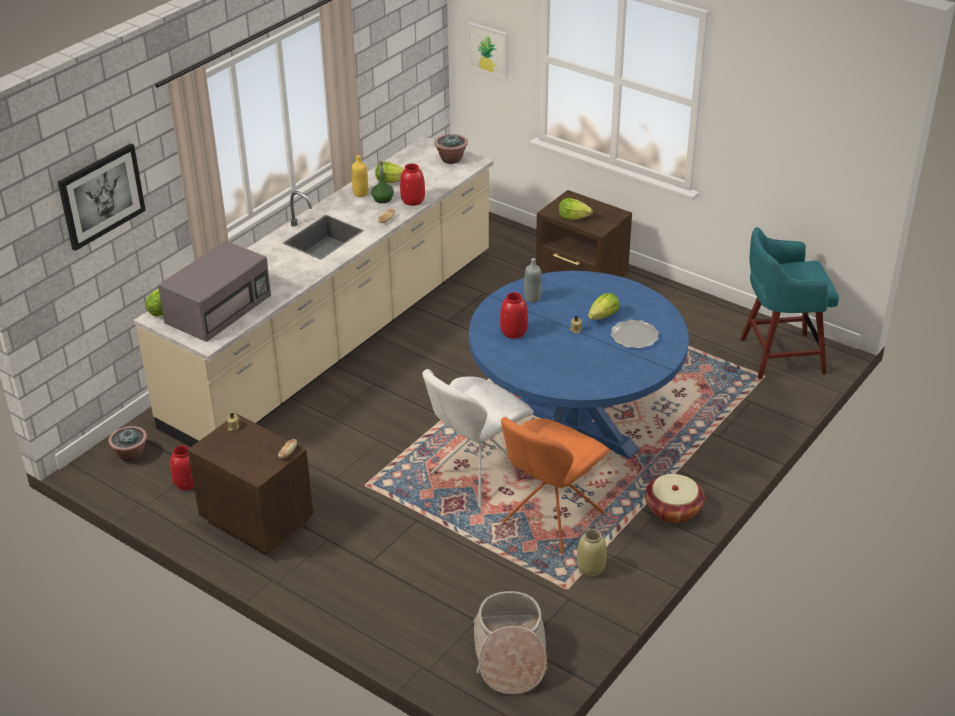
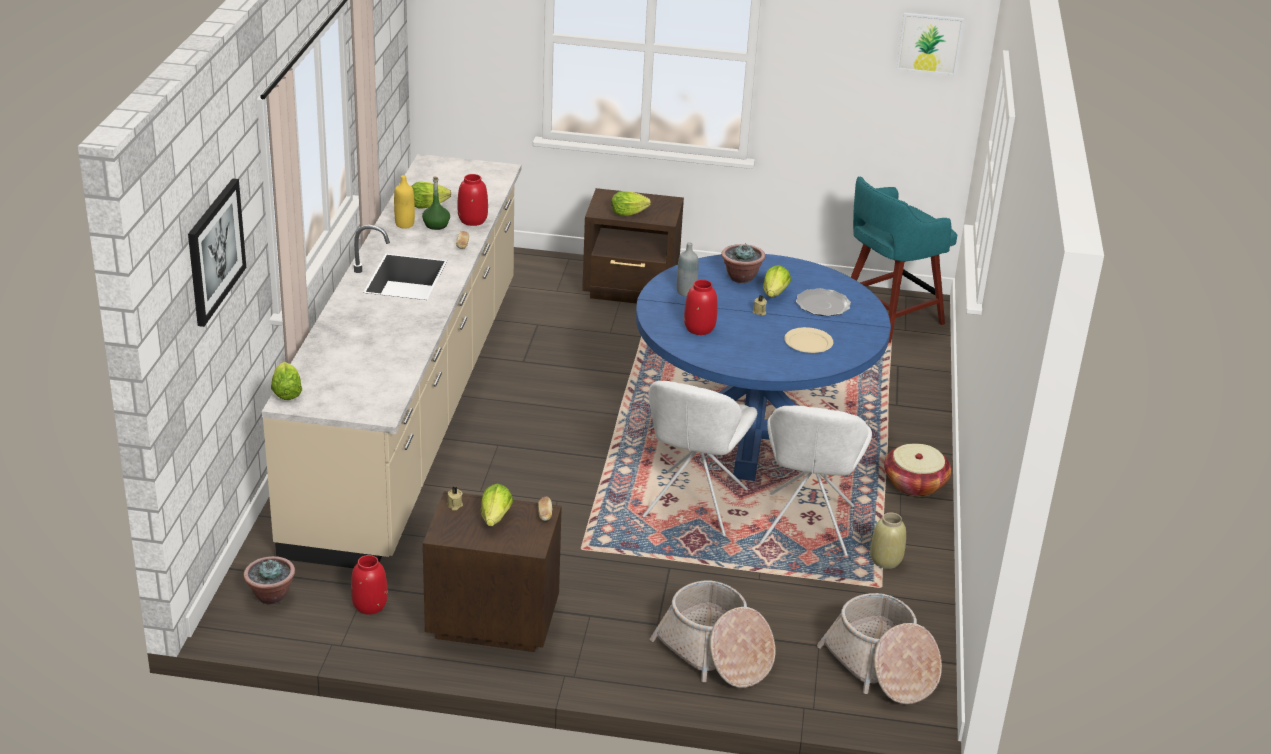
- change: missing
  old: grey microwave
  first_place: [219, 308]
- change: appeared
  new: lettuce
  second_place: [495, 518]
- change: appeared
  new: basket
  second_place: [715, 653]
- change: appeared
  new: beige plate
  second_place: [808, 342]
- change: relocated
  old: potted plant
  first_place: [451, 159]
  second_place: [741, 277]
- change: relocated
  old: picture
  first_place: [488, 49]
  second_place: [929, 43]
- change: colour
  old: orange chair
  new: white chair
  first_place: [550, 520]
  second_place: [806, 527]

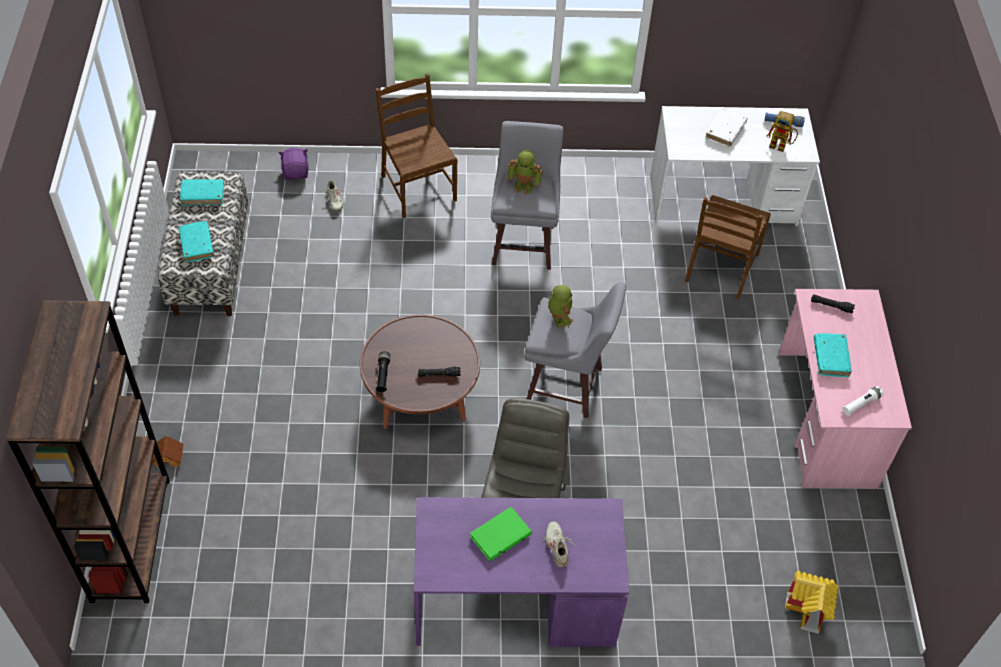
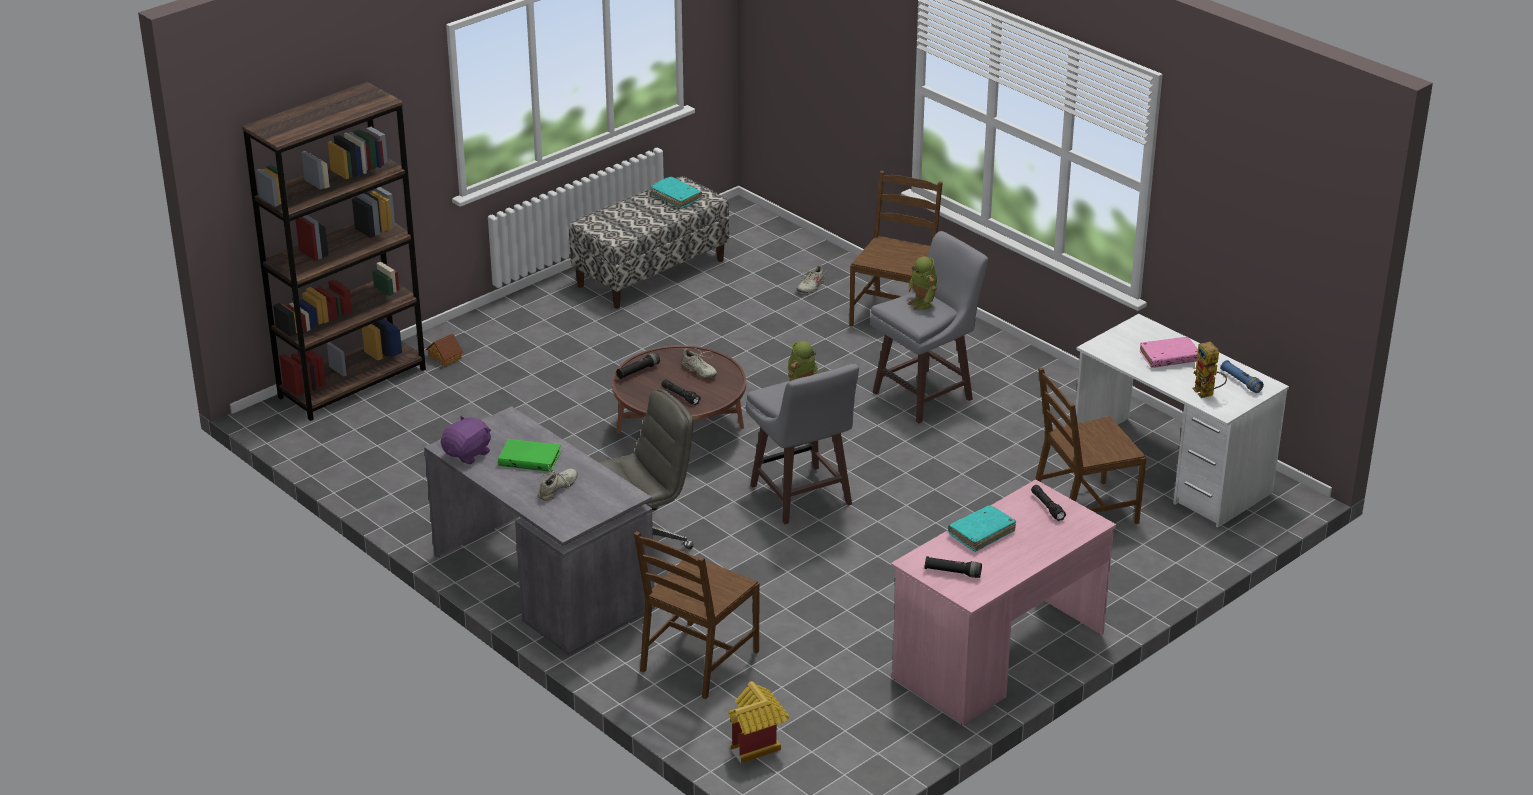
- change: missing
  old: turquoise book
  first_place: [197, 245]
- change: appeared
  new: brown chair
  second_place: [698, 661]
- change: appeared
  new: beige shoe
  second_place: [699, 371]
- change: relocated
  old: purple plush toy
  first_place: [296, 172]
  second_place: [468, 454]
- change: colour
  old: purple desk
  new: grey desk
  first_place: [514, 602]
  second_place: [540, 582]
- change: colour
  old: white book
  new: pink book
  first_place: [725, 131]
  second_place: [1169, 358]
- change: colour
  old: white flashlight
  new: black flashlight
  first_place: [861, 404]
  second_place: [952, 572]

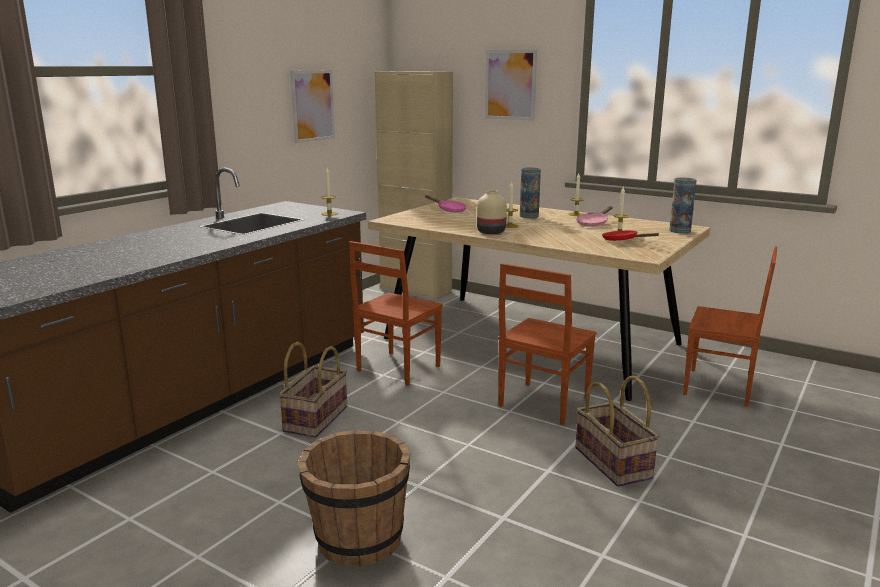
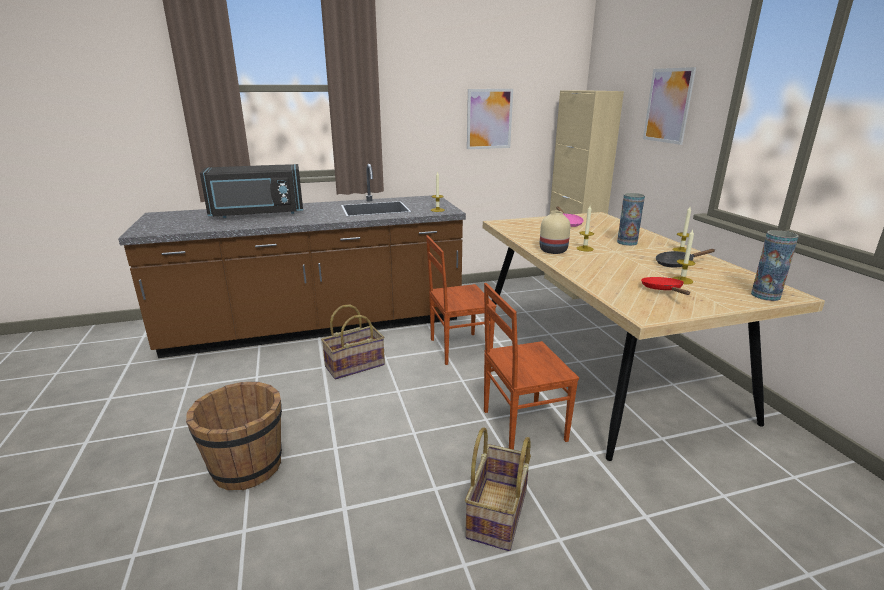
- change: missing
  old: brown chair
  first_place: [720, 388]
- change: appeared
  new: black microwave
  second_place: [257, 213]
- change: colour
  old: pink frying pan
  new: black frying pan
  first_place: [593, 223]
  second_place: [677, 264]

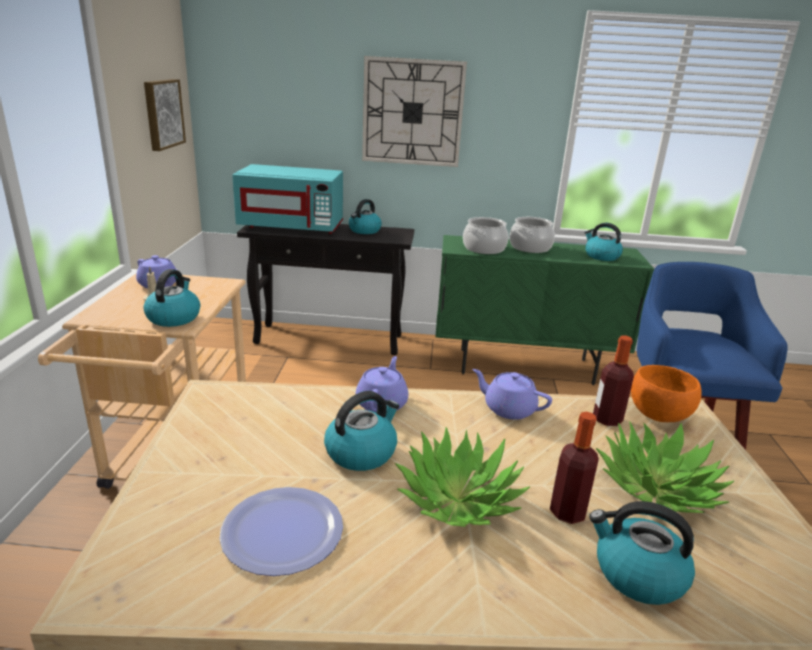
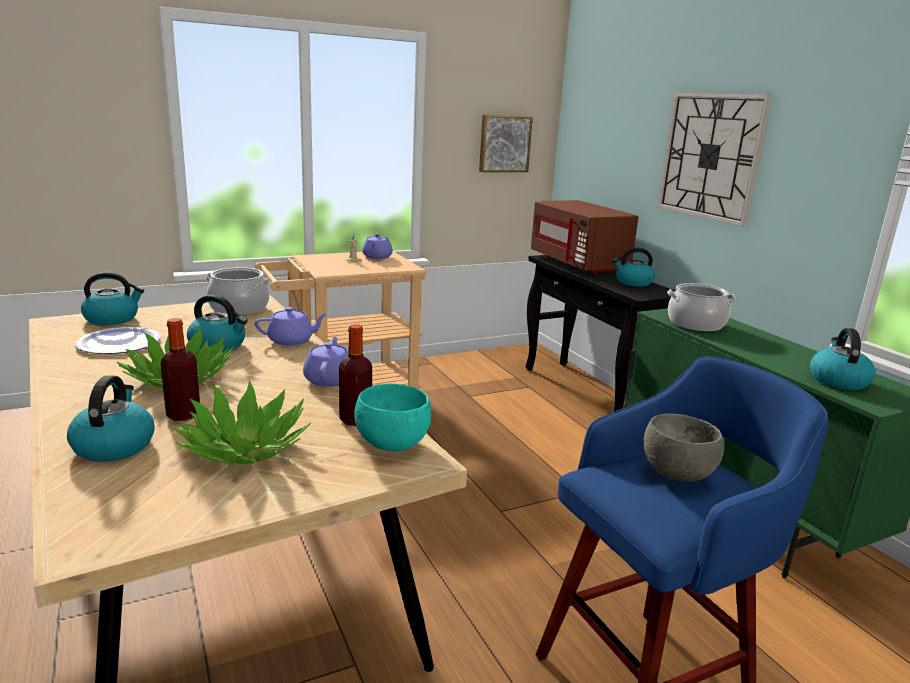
- change: appeared
  new: grey bowl
  second_place: [678, 475]
- change: relocated
  old: kettle
  first_place: [174, 317]
  second_place: [112, 319]
- change: relocated
  old: cooking pot
  first_place: [530, 248]
  second_place: [239, 309]
- change: colour
  old: turquoise microwave
  new: brown microwave
  first_place: [292, 227]
  second_place: [579, 264]
- change: colour
  old: orange bowl
  new: turquoise bowl
  first_place: [659, 416]
  second_place: [393, 445]

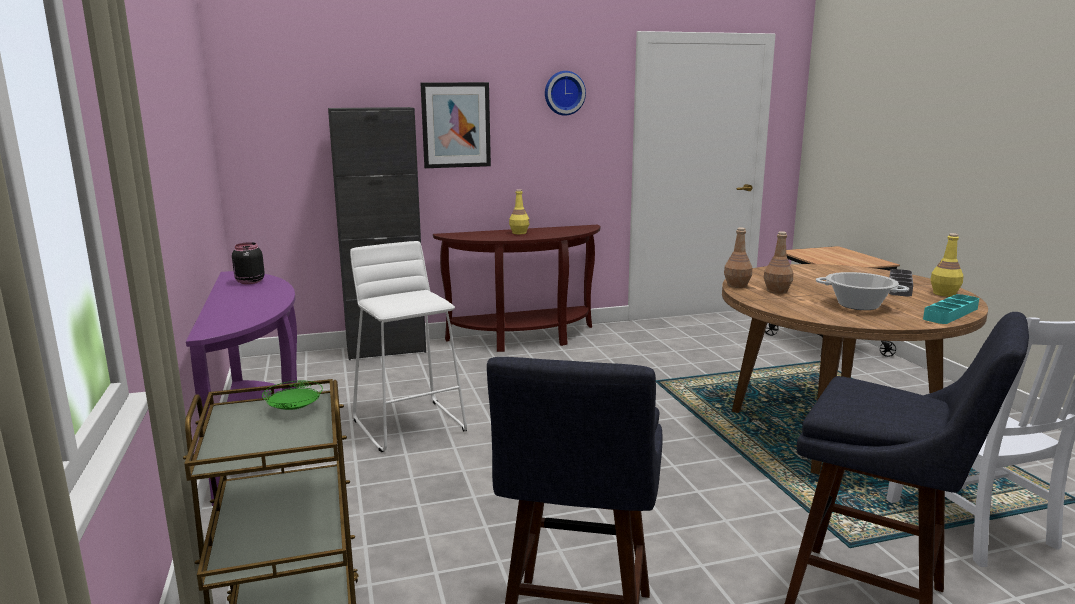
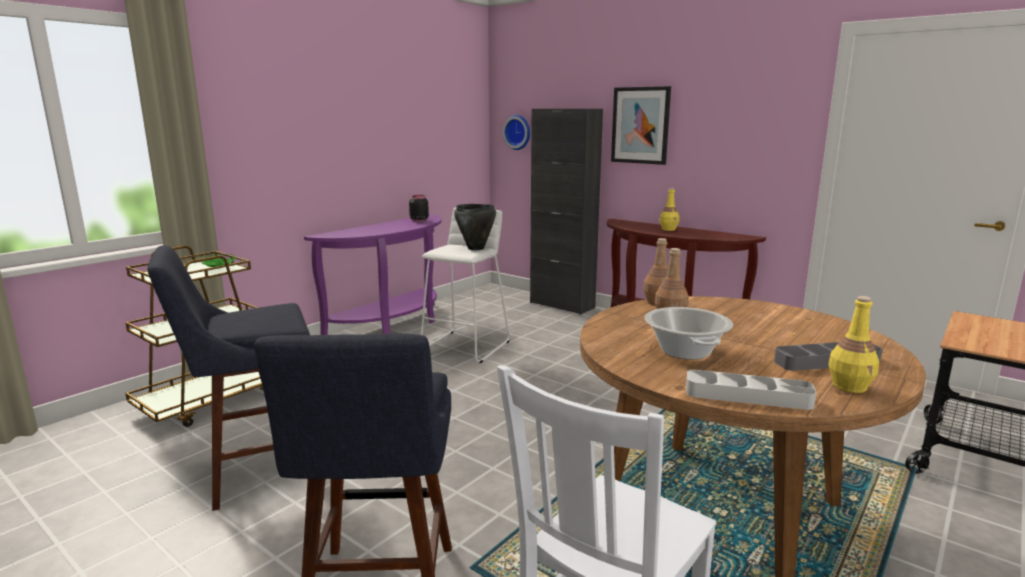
- change: appeared
  new: black cooking pot
  second_place: [476, 248]
- change: relocated
  old: wall clock
  first_place: [564, 93]
  second_place: [518, 132]
- change: colour
  old: turquoise tray
  new: grey tray
  first_place: [950, 313]
  second_place: [747, 396]

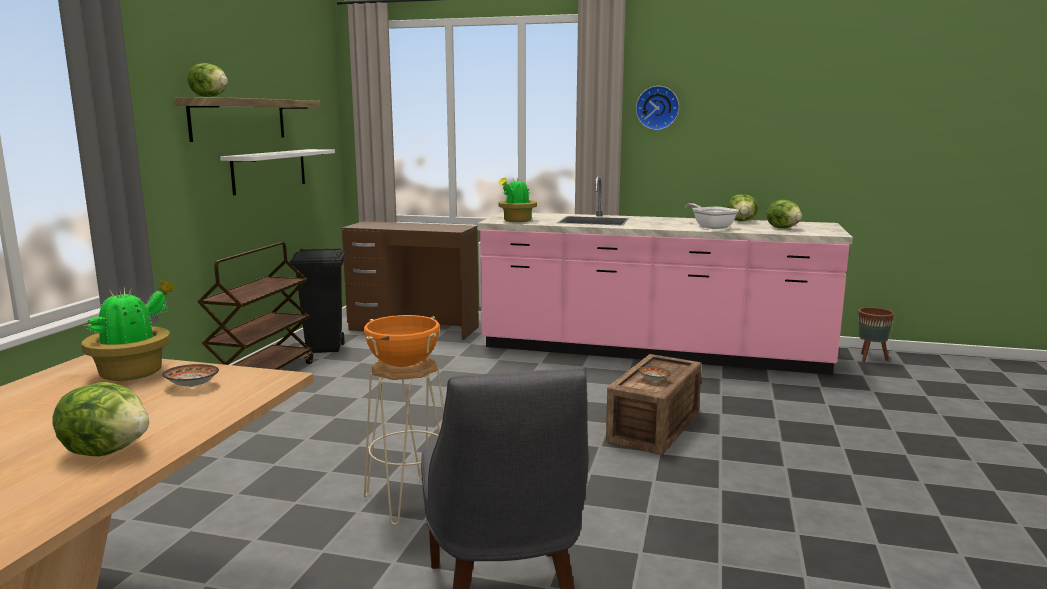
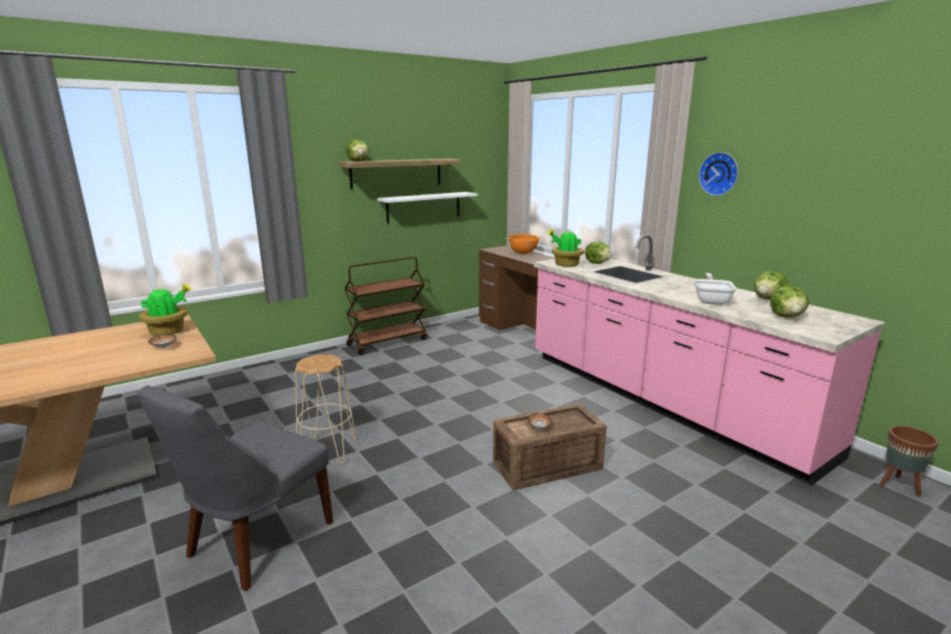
- change: missing
  old: black trash can
  first_place: [325, 348]
- change: relocated
  old: lettuce
  first_place: [108, 450]
  second_place: [597, 263]
- change: relocated
  old: orange cooking pot
  first_place: [403, 364]
  second_place: [523, 253]

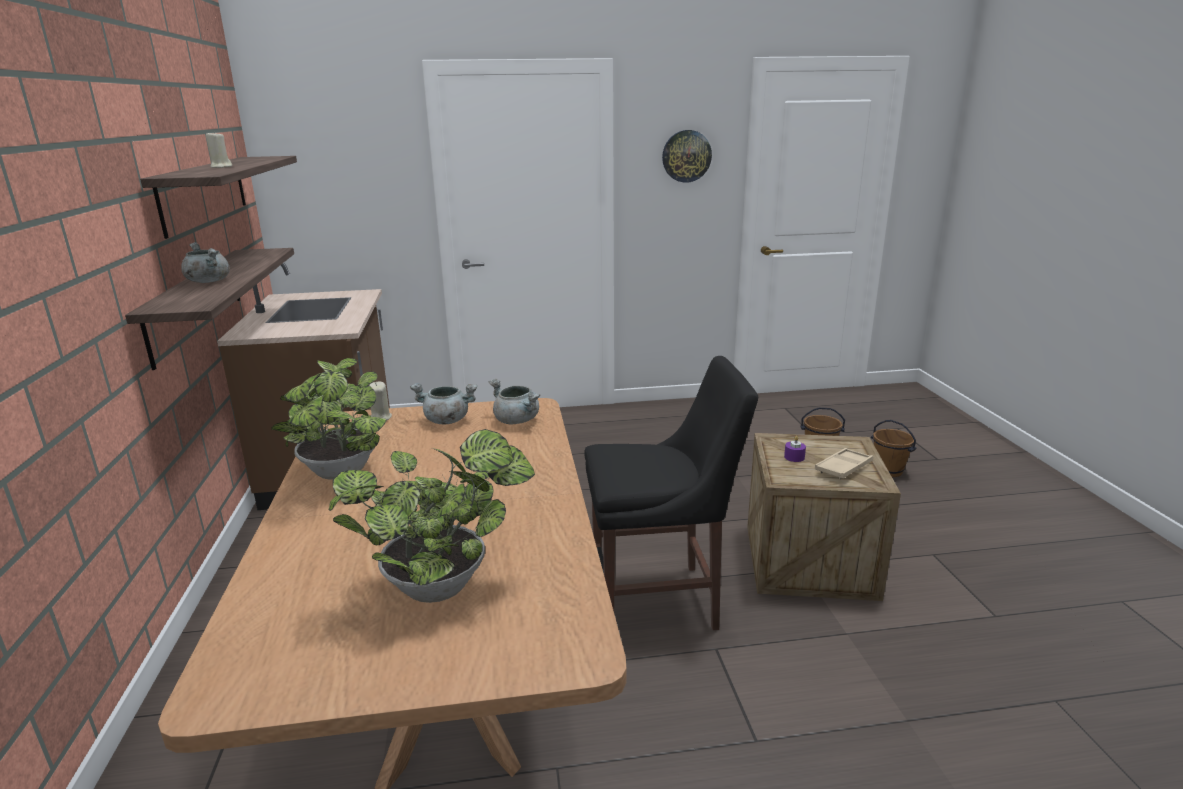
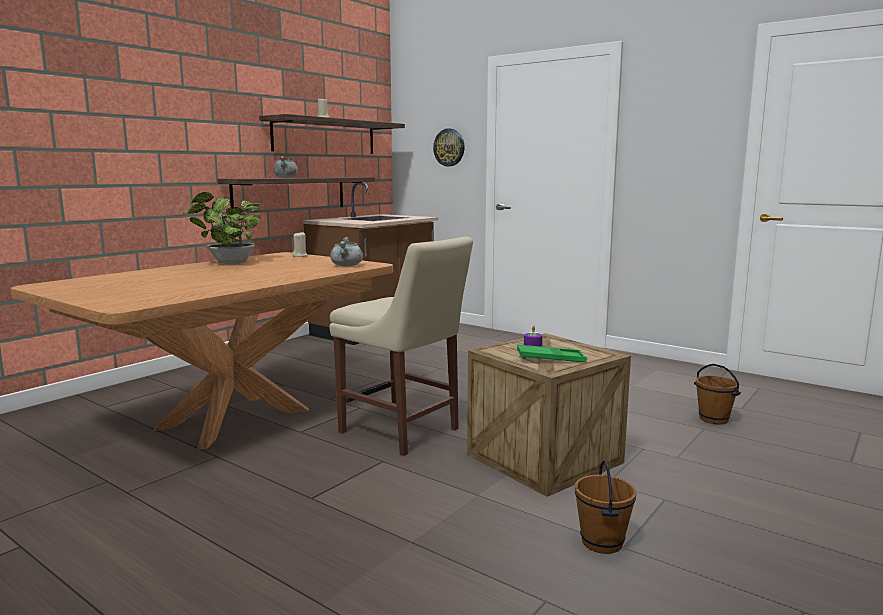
- change: missing
  old: potted plant
  first_place: [444, 584]
- change: missing
  old: grey cooking pot
  first_place: [446, 420]
- change: relocated
  old: wall clock
  first_place: [686, 156]
  second_place: [449, 147]
- change: relocated
  old: brown bucket
  first_place: [888, 471]
  second_place: [603, 542]
- change: colour
  old: black chair
  new: beige chair
  first_place: [661, 600]
  second_place: [403, 432]
- change: colour
  old: beige tray
  new: green tray
  first_place: [843, 468]
  second_place: [550, 359]

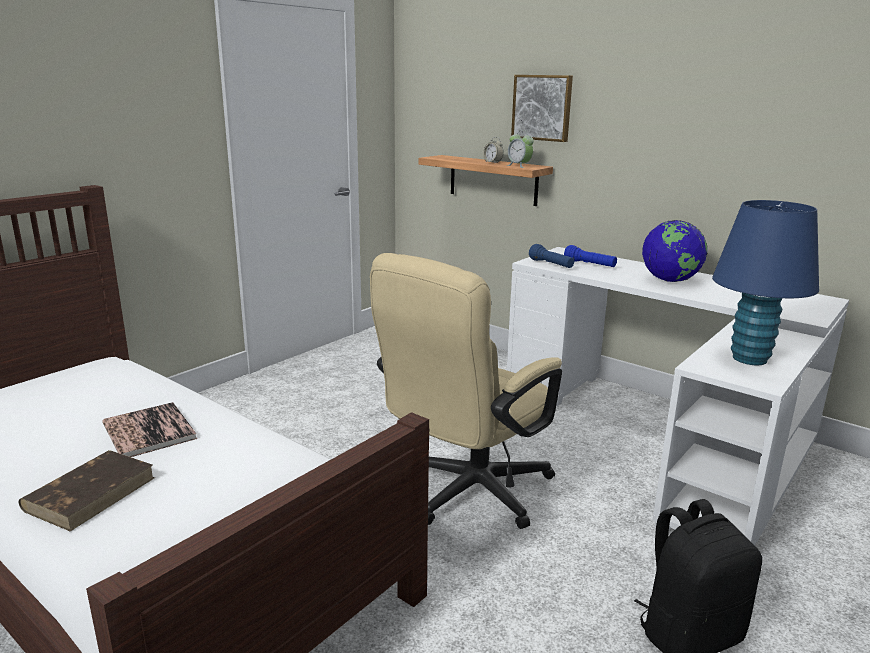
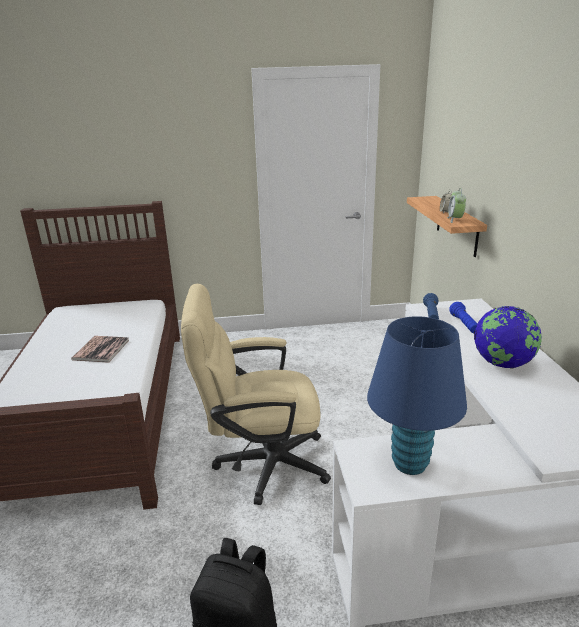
- change: missing
  old: brown book
  first_place: [91, 493]
- change: missing
  old: picture
  first_place: [542, 107]

